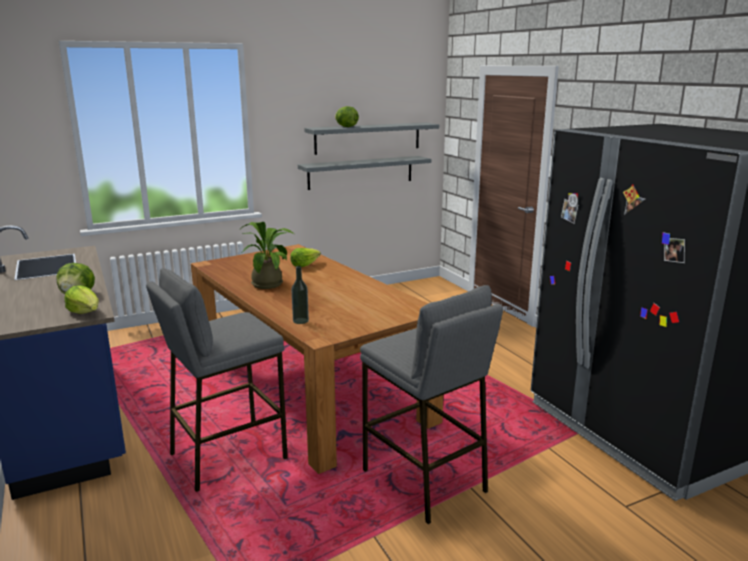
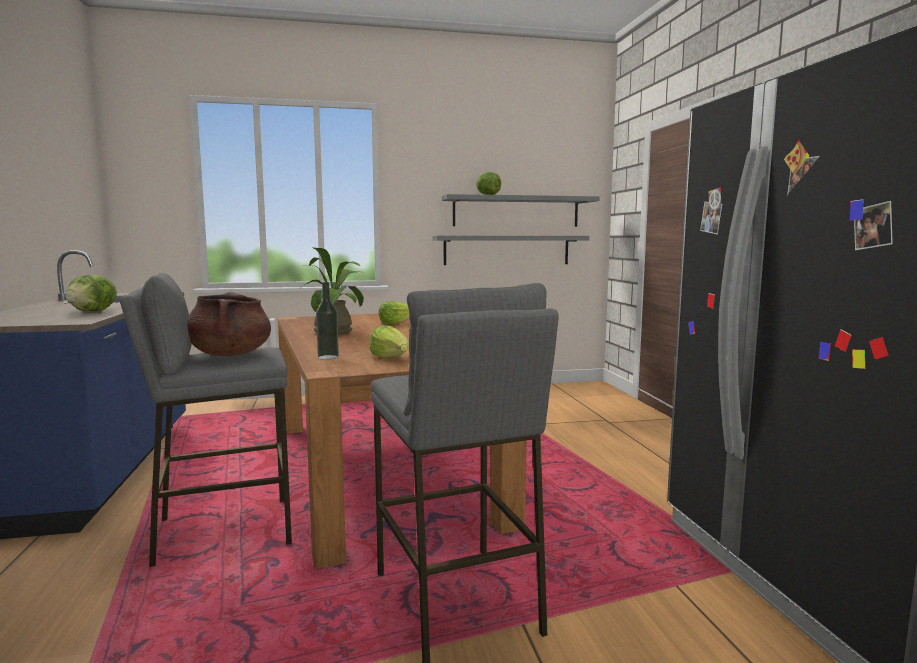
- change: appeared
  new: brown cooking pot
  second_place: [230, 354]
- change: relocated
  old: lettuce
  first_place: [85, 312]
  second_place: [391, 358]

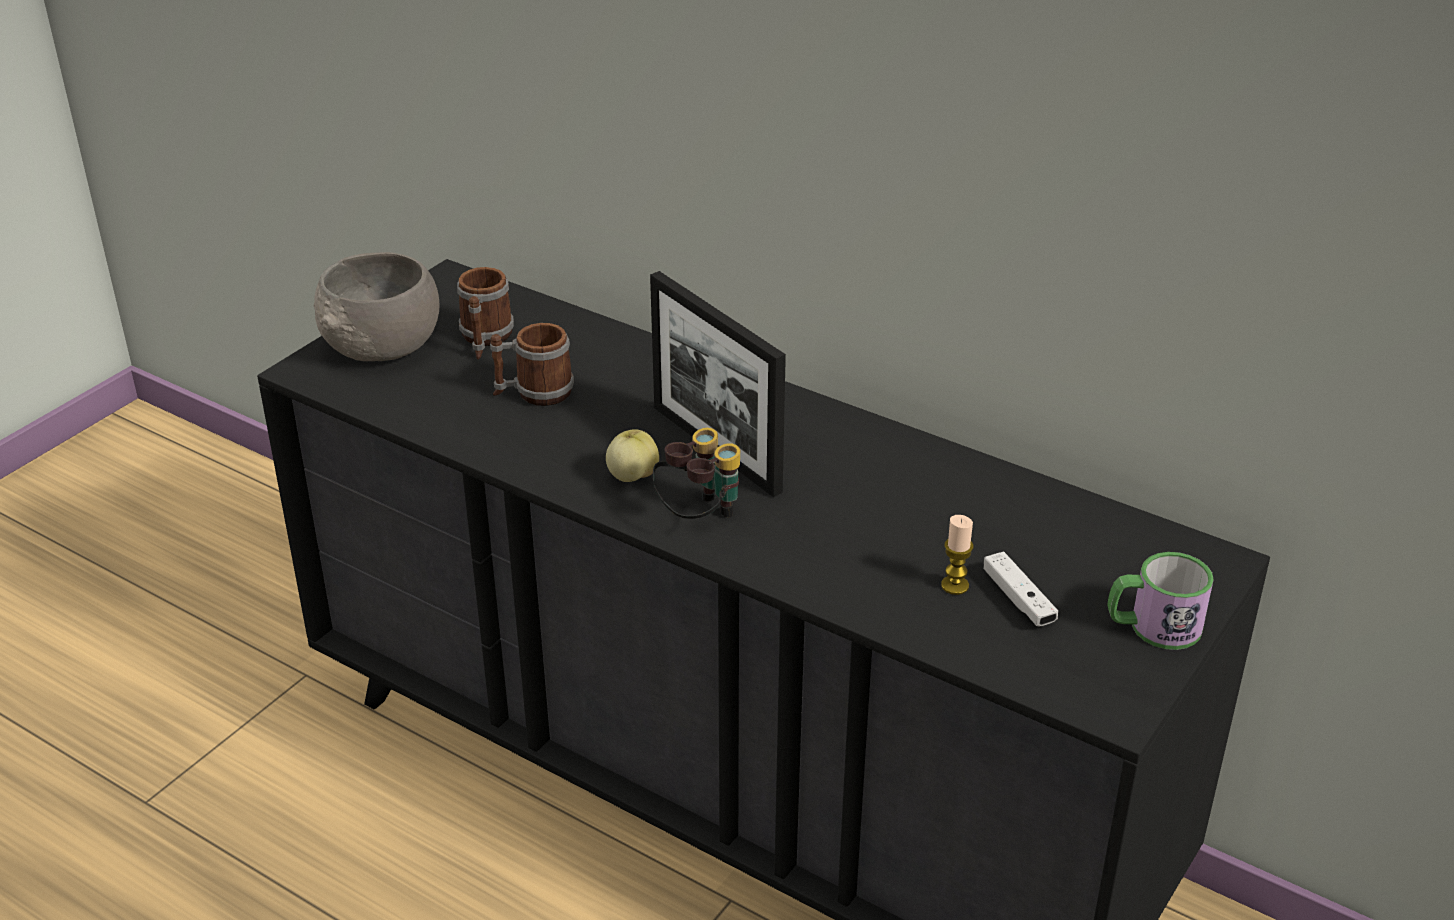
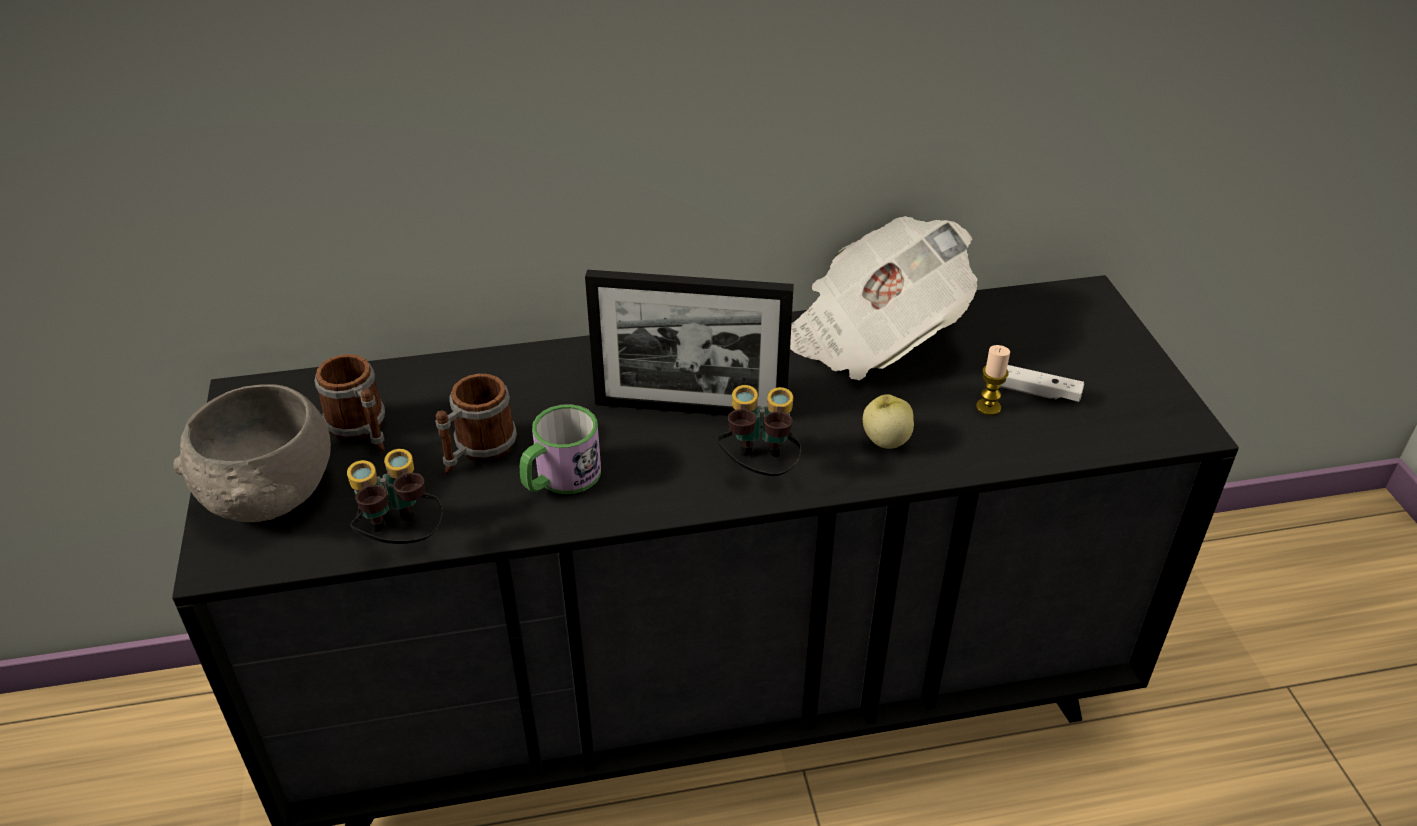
- change: appeared
  new: binoculars
  second_place: [400, 539]
- change: appeared
  new: newspaper
  second_place: [873, 335]
- change: relocated
  old: apple
  first_place: [632, 476]
  second_place: [885, 440]
- change: relocated
  old: mug
  first_place: [1153, 626]
  second_place: [560, 478]

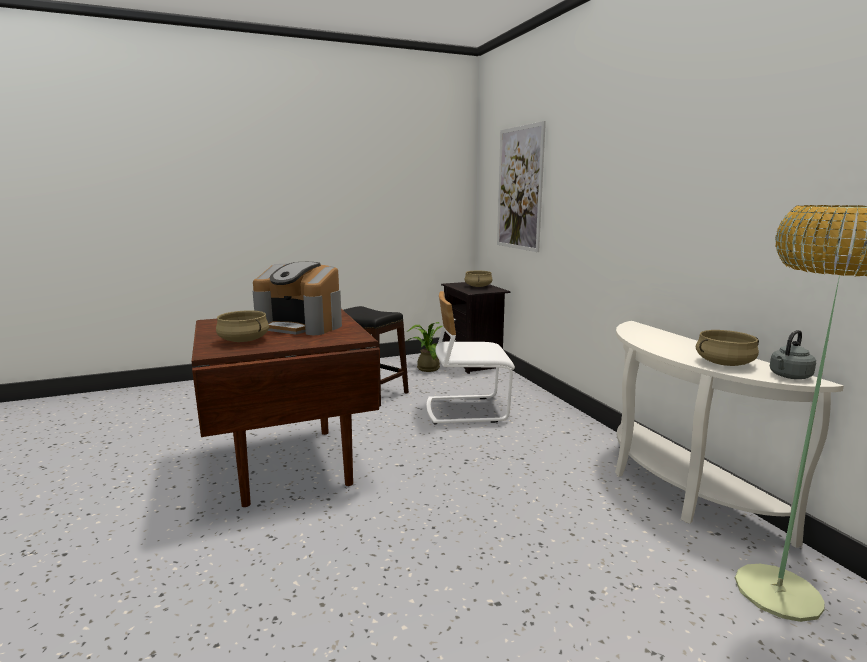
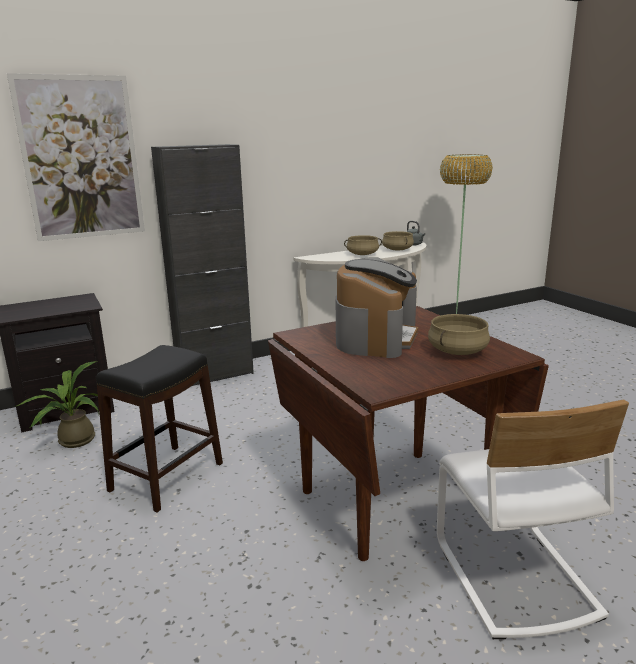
- change: appeared
  new: black cabinet
  second_place: [215, 375]
- change: relocated
  old: white chair
  first_place: [466, 410]
  second_place: [512, 577]
- change: relocated
  old: beige cooking pot
  first_place: [477, 286]
  second_place: [362, 254]

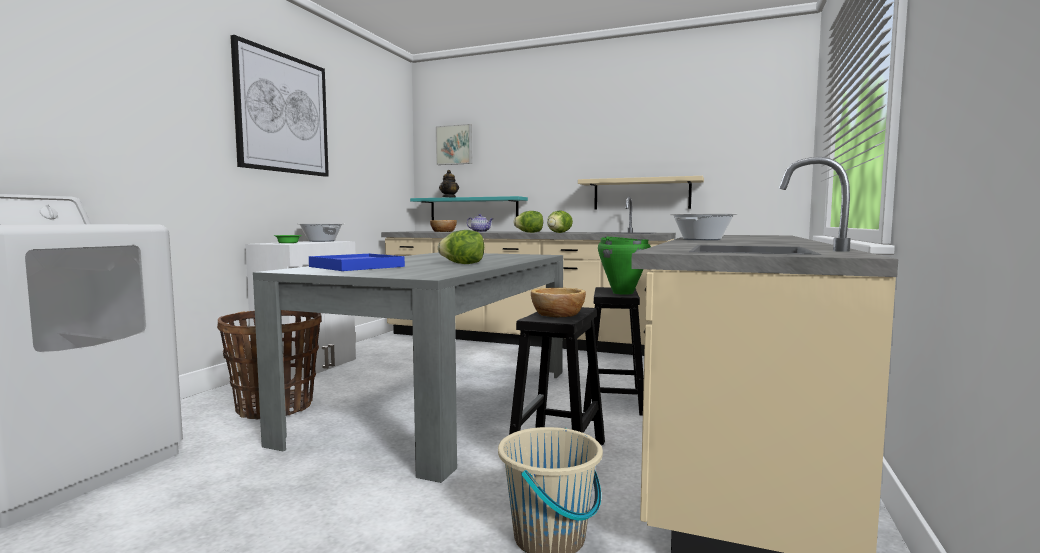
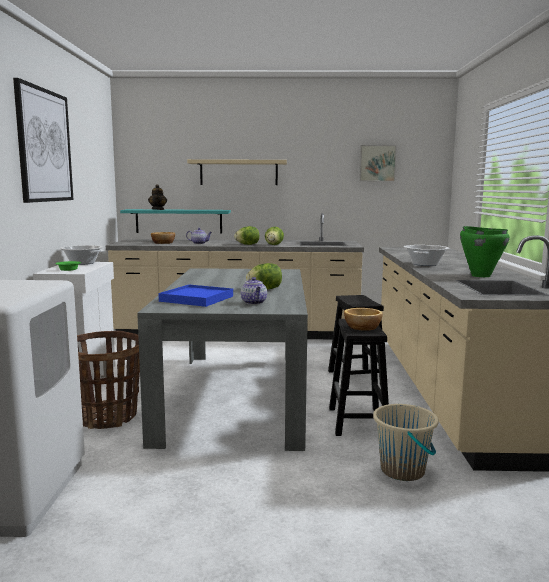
- change: appeared
  new: teapot
  second_place: [254, 303]
- change: relocated
  old: picture
  first_place: [454, 145]
  second_place: [377, 163]
- change: relocated
  old: beige shelf
  first_place: [641, 194]
  second_place: [238, 172]
- change: relocated
  old: green cooking pot
  first_place: [623, 293]
  second_place: [480, 275]

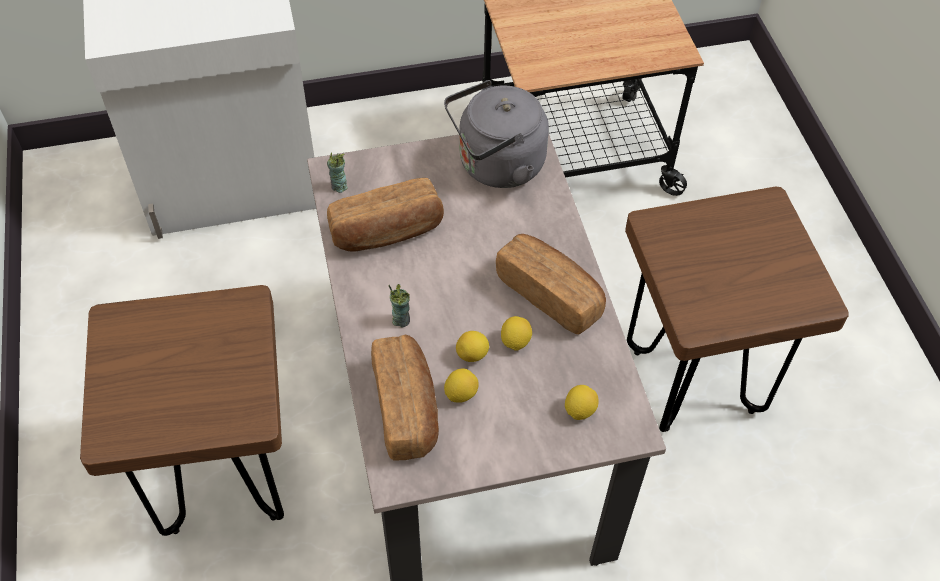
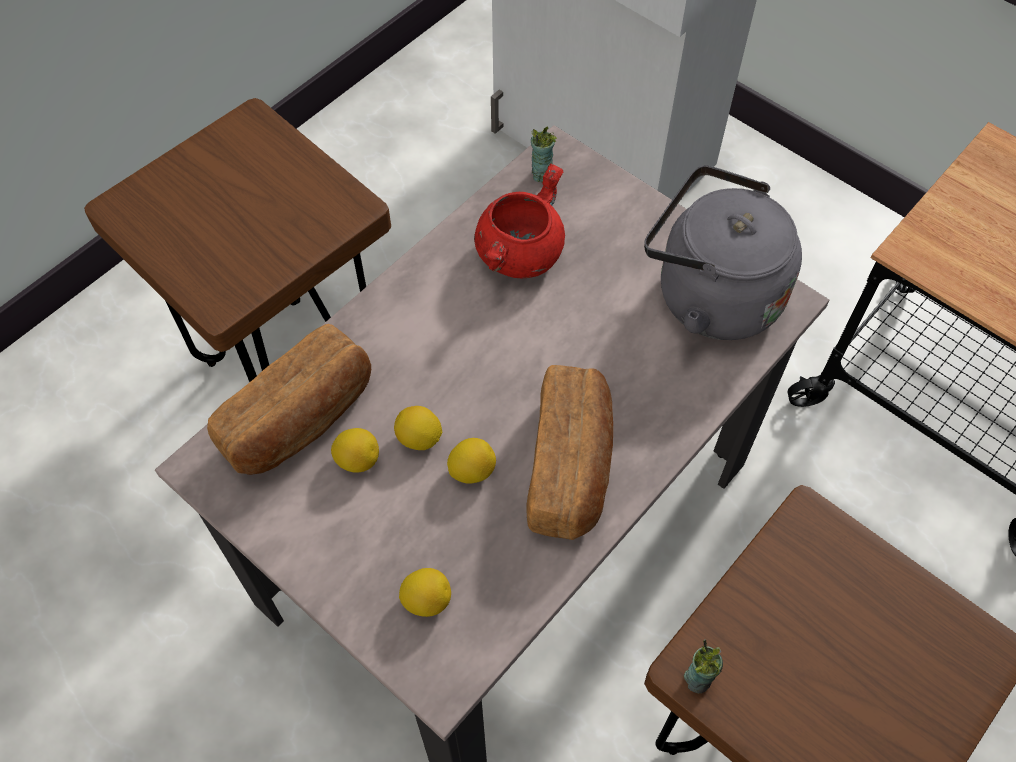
- change: relocated
  old: cup
  first_place: [401, 319]
  second_place: [698, 679]
- change: exchanged
  old: bread
  new: red cooking pot
  first_place: [387, 232]
  second_place: [519, 254]

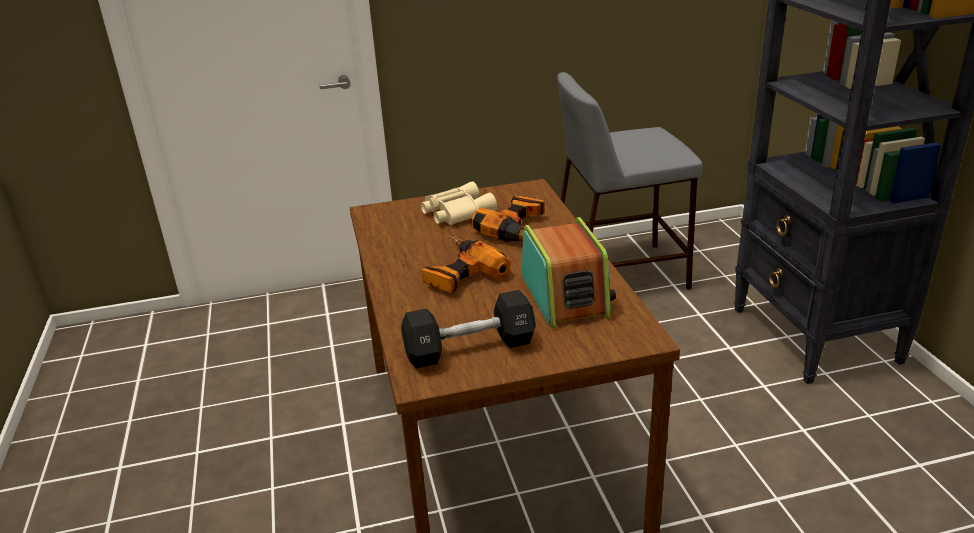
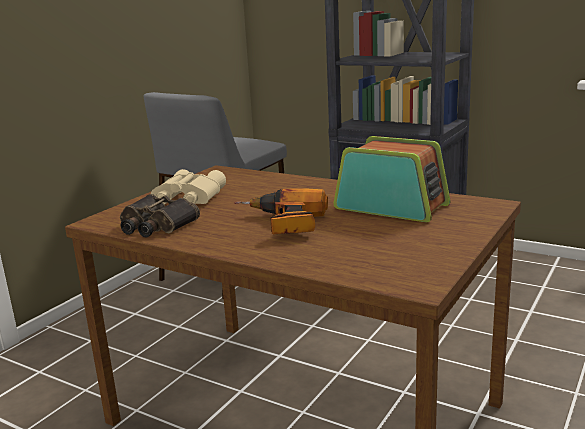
- change: missing
  old: black dumbbell
  first_place: [470, 348]
- change: missing
  old: power drill
  first_place: [519, 229]
- change: appeared
  new: binoculars
  second_place: [155, 225]

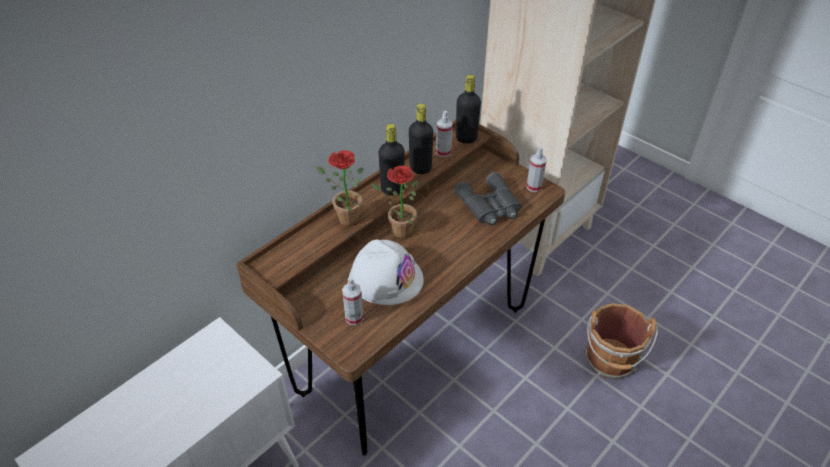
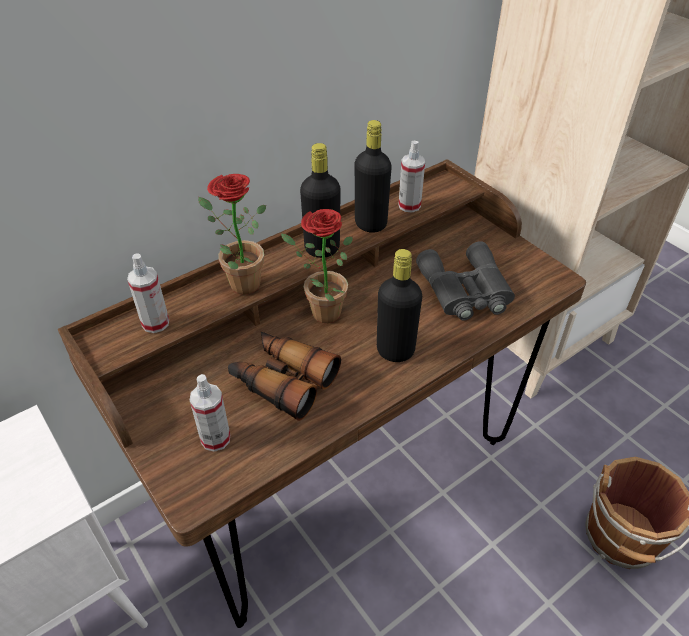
- change: relocated
  old: black bottle
  first_place: [466, 138]
  second_place: [395, 351]
- change: relocated
  old: spray bottle
  first_place: [534, 187]
  second_place: [155, 323]
- change: exchanged
  old: white hard hat
  new: binoculars
  first_place: [386, 278]
  second_place: [282, 380]

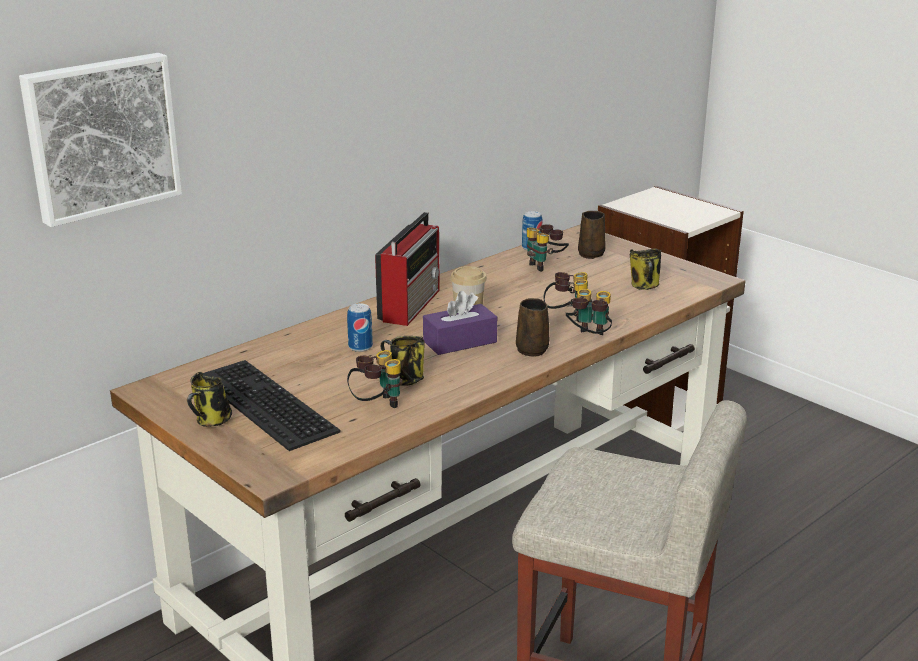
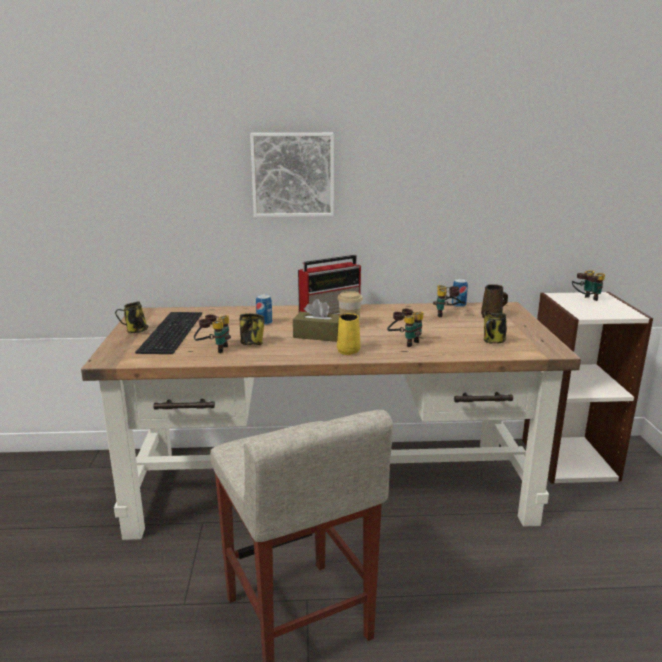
- change: relocated
  old: picture
  first_place: [101, 136]
  second_place: [293, 174]
- change: relocated
  old: binoculars
  first_place: [589, 338]
  second_place: [585, 300]
- change: colour
  old: purple tissue box
  new: brown tissue box
  first_place: [460, 342]
  second_place: [318, 335]
- change: colour
  old: brown mug
  new: yellow mug
  first_place: [531, 349]
  second_place: [349, 350]

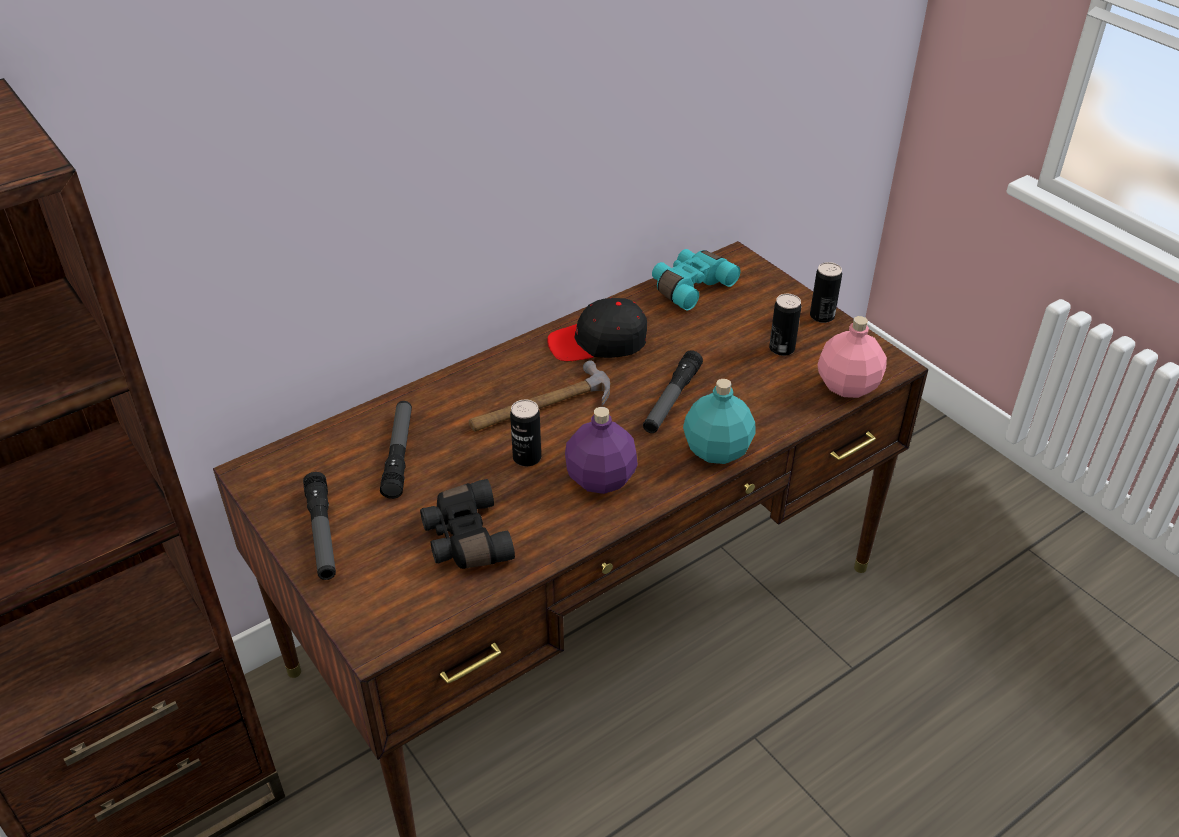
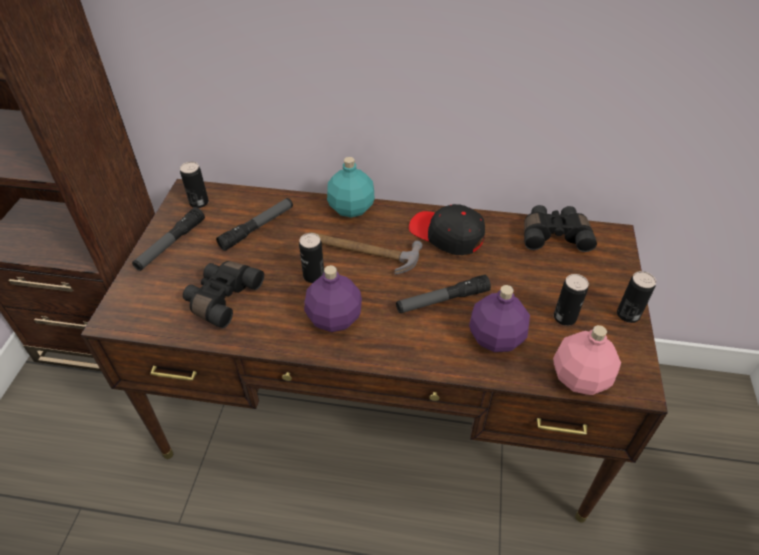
- change: appeared
  new: can
  second_place: [199, 202]
- change: appeared
  new: purple bottle
  second_place: [495, 337]
- change: relocated
  old: turquoise bottle
  first_place: [716, 449]
  second_place: [351, 208]
- change: colour
  old: turquoise binoculars
  new: black binoculars
  first_place: [690, 287]
  second_place: [554, 235]

